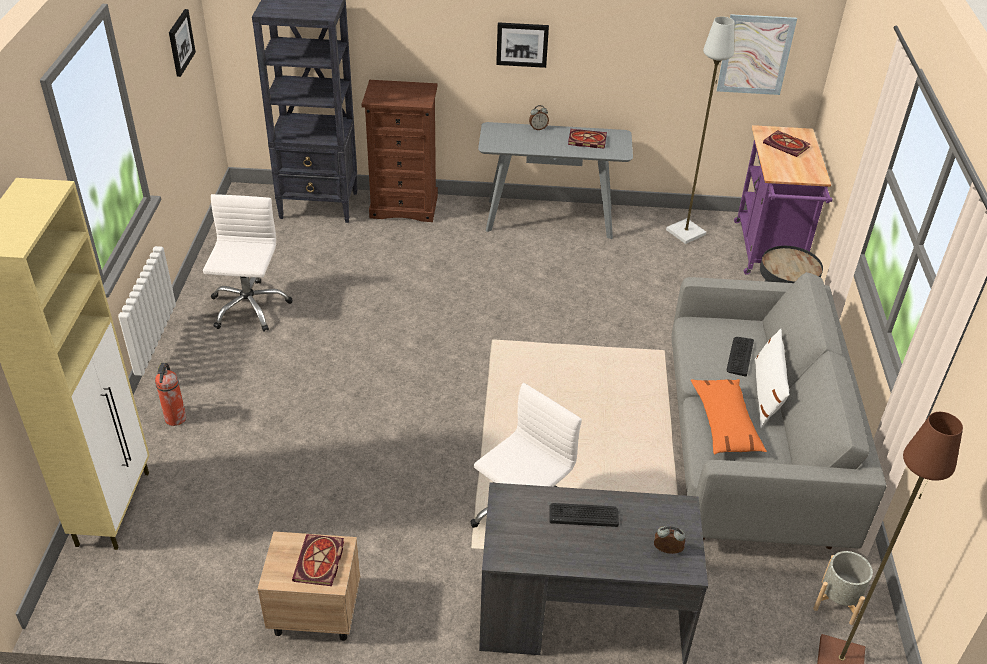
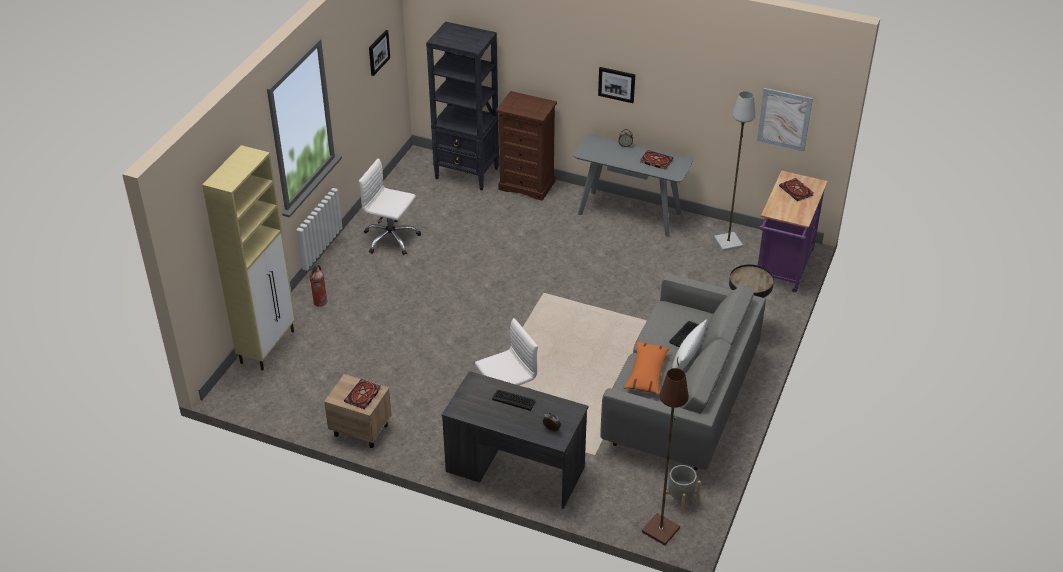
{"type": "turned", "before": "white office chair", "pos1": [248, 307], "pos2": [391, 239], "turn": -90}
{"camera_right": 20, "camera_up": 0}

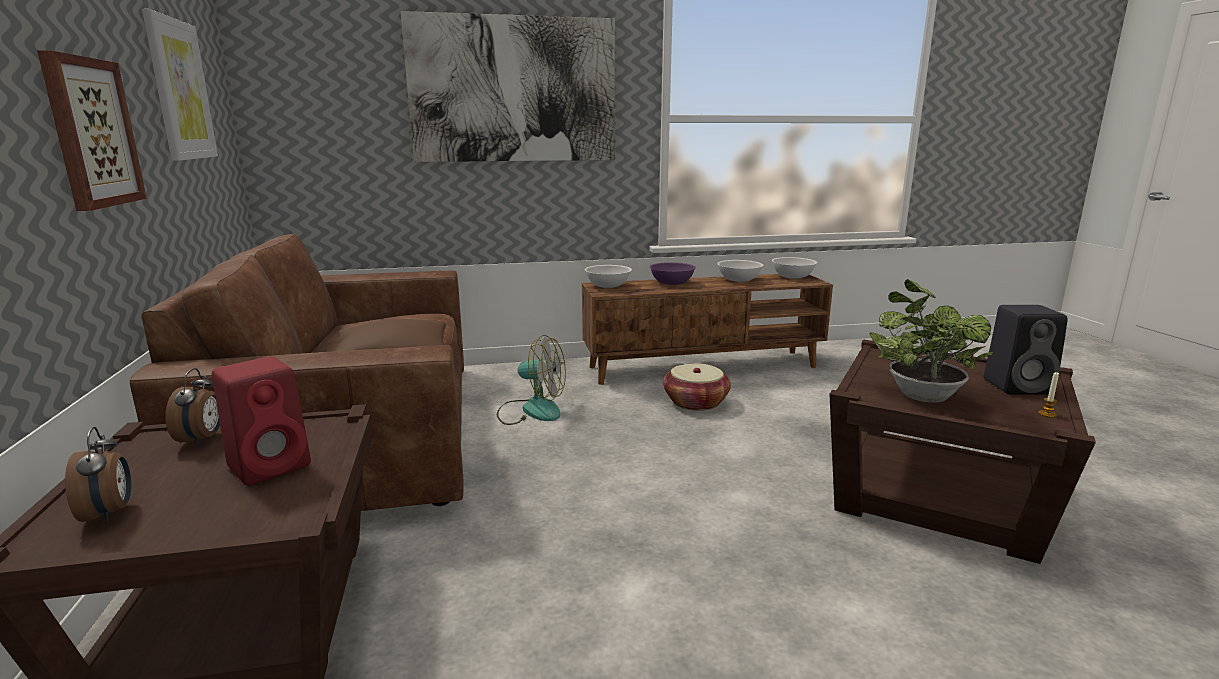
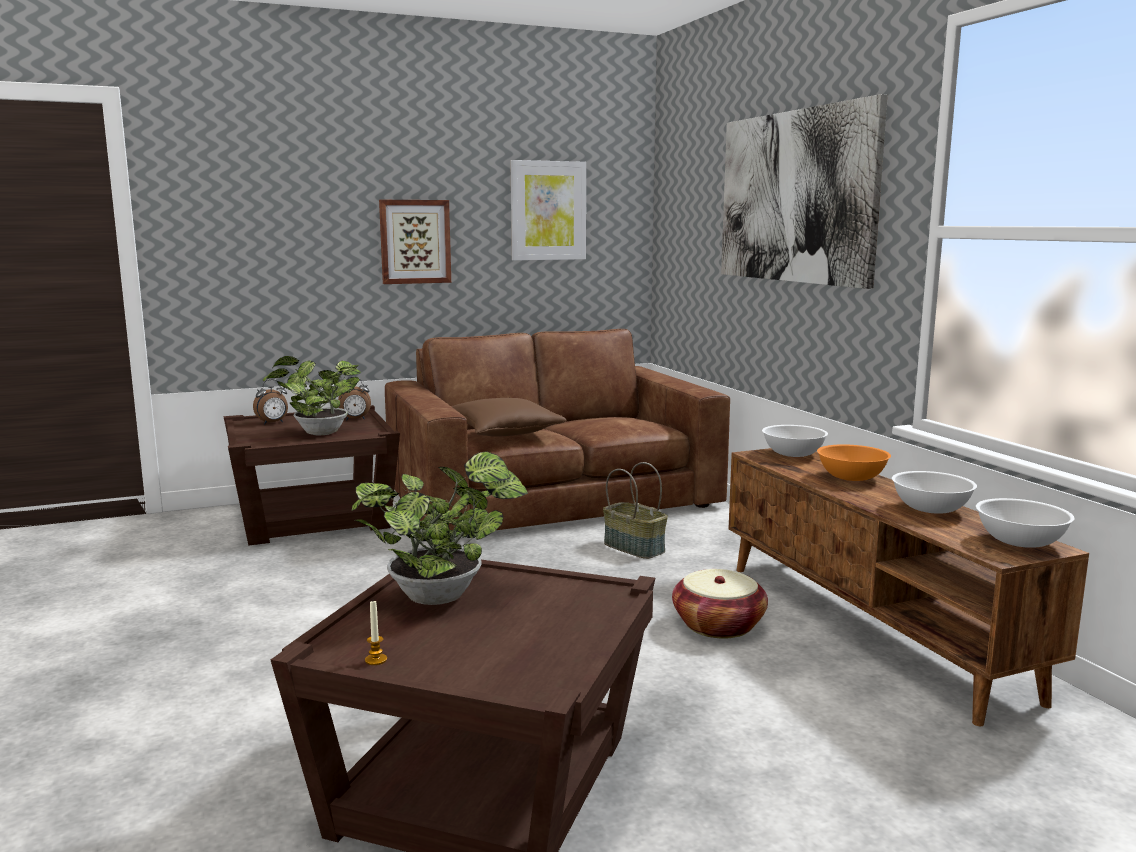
{"type": "replaced", "before": "red speaker", "after": "potted plant", "pos1": [272, 465], "pos2": [317, 433]}
{"type": "replaced", "before": "fan", "after": "basket", "pos1": [531, 410], "pos2": [635, 547]}
{"type": "recoloured", "before": "purple bowl", "after": "orange bowl", "pos1": [671, 283], "pos2": [852, 477]}
{"type": "removed", "before": "black speaker", "pos1": [1019, 386]}
{"camera_right": 80, "camera_up": -5}

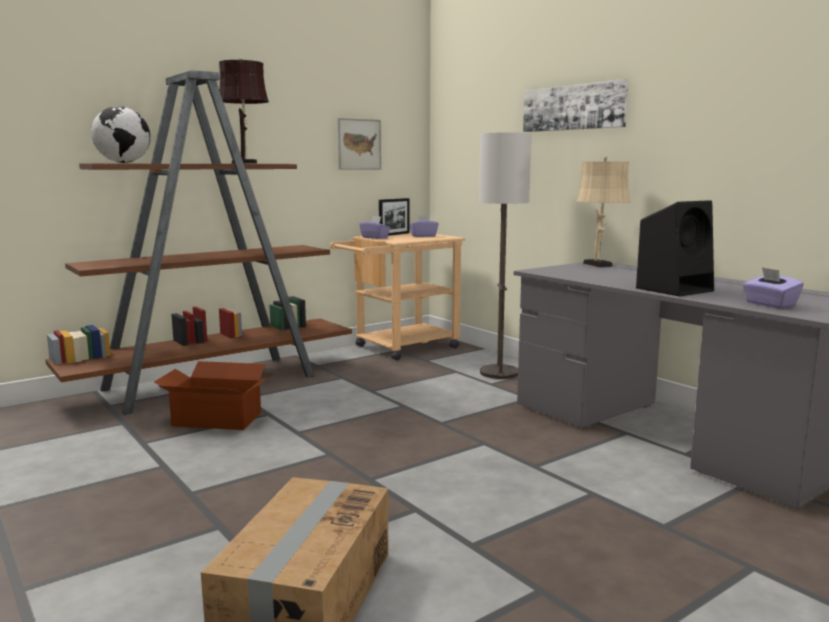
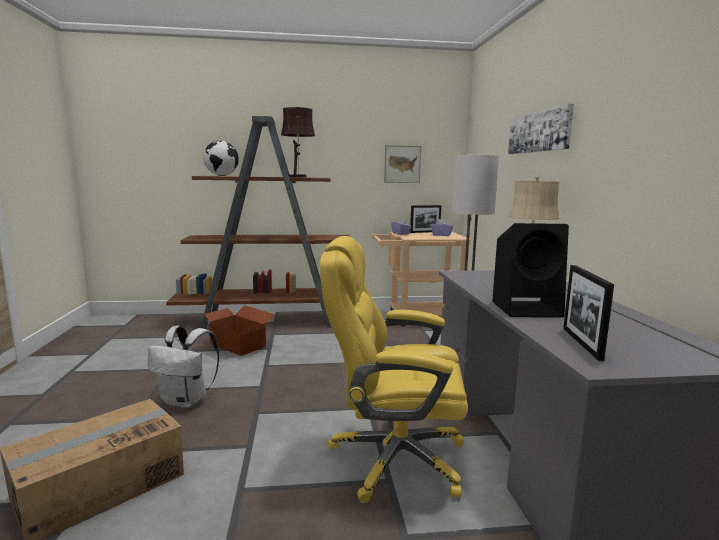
{"type": "replaced", "before": "purple tissue box", "after": "picture frame", "pos1": [769, 305], "pos2": [581, 343]}
{"type": "added", "after": "white backpack", "pos2": [186, 401]}
{"type": "added", "after": "yellow office chair", "pos2": [394, 458]}
{"camera_right": 30, "camera_up": 0}

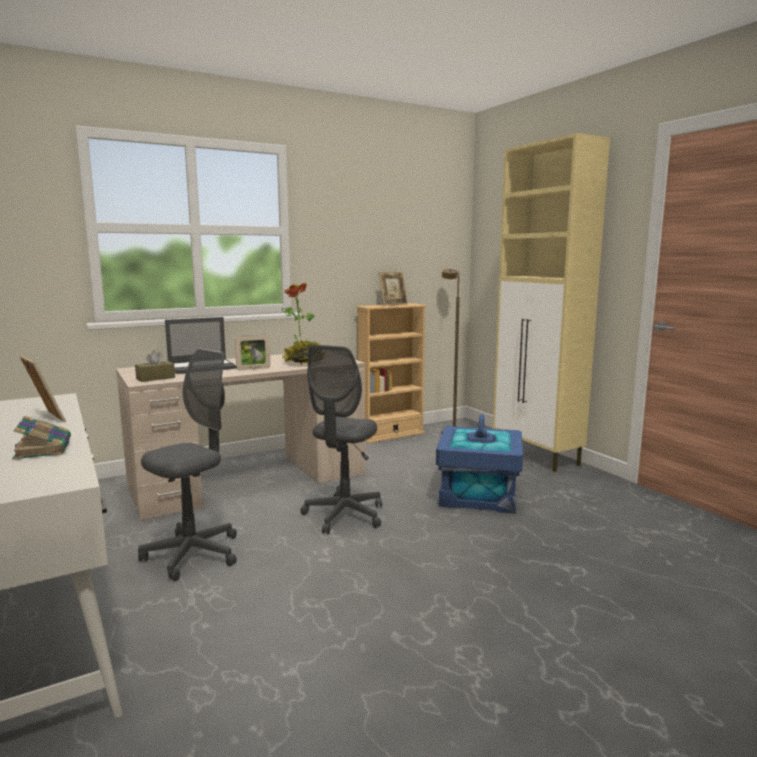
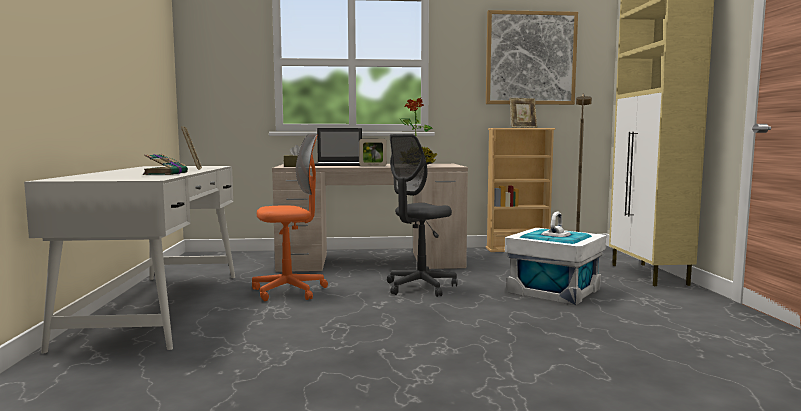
{"type": "recoloured", "before": "grey office chair", "after": "orange office chair", "pos1": [193, 555], "pos2": [289, 291]}
{"type": "recoloured", "before": "blue storage box", "after": "white storage box", "pos1": [479, 495], "pos2": [554, 291]}
{"type": "added", "after": "picture", "pos2": [530, 58]}
{"camera_right": 25, "camera_up": -5}

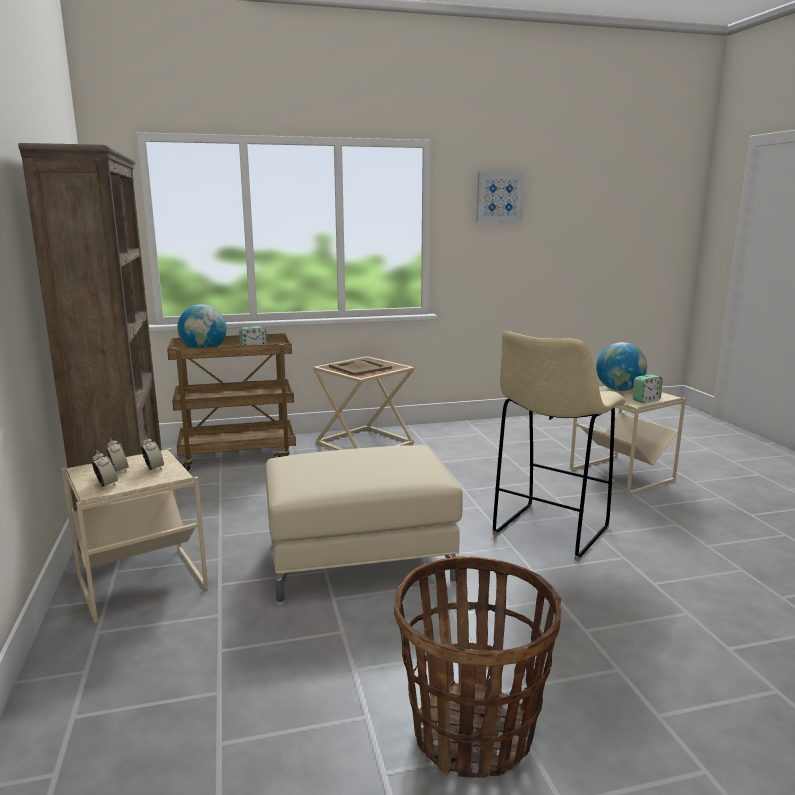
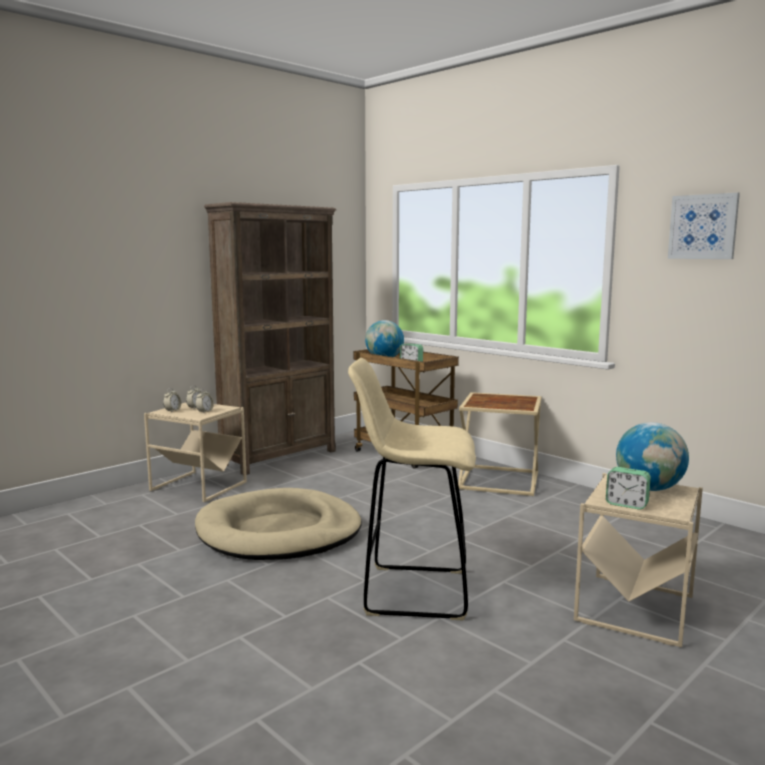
{"type": "replaced", "before": "beige ottoman", "after": "beige dog bed", "pos1": [360, 561], "pos2": [279, 532]}
{"type": "removed", "before": "beige tray", "pos1": [359, 367]}
{"type": "removed", "before": "basket", "pos1": [472, 733]}
{"camera_right": 60, "camera_up": -5}

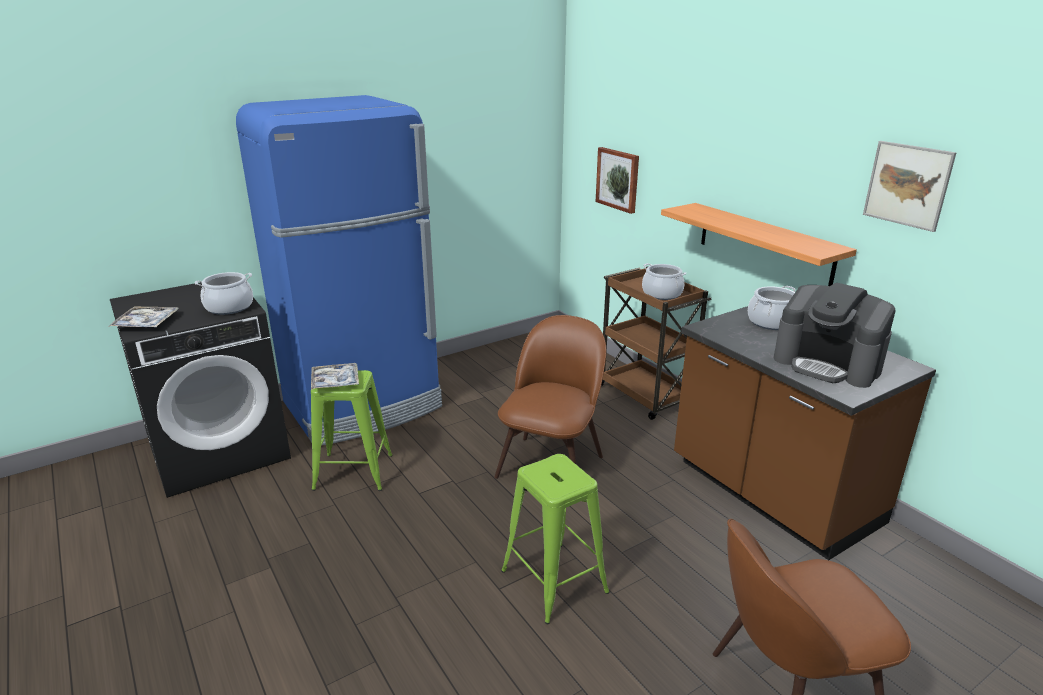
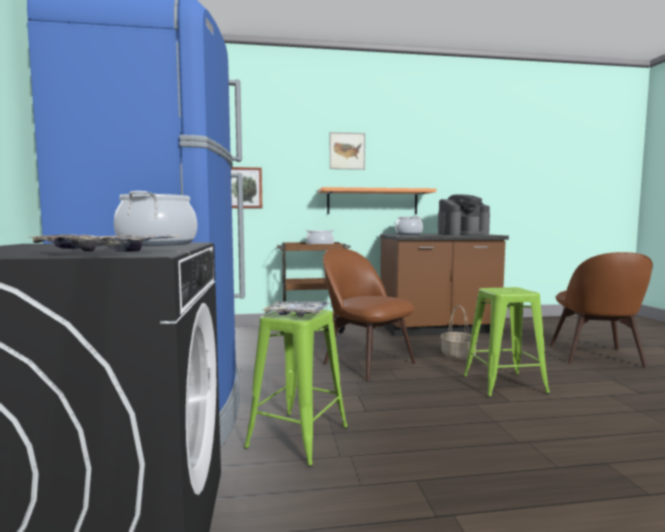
{"type": "moved", "before": "picture", "pos1": [907, 185], "pos2": [347, 151]}
{"type": "added", "after": "basket", "pos2": [457, 356]}
{"camera_right": -65, "camera_up": -20}

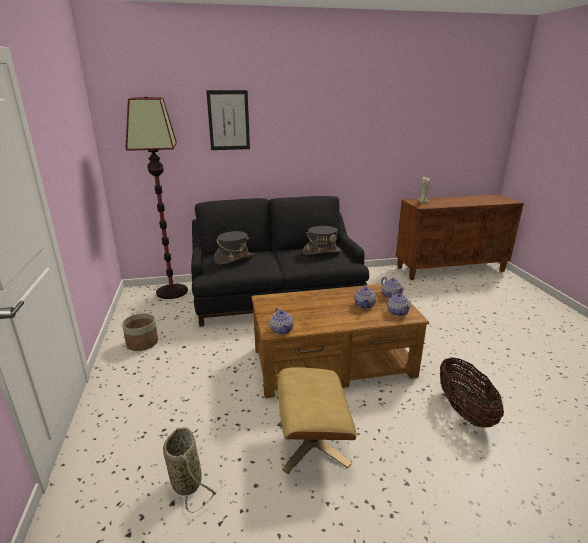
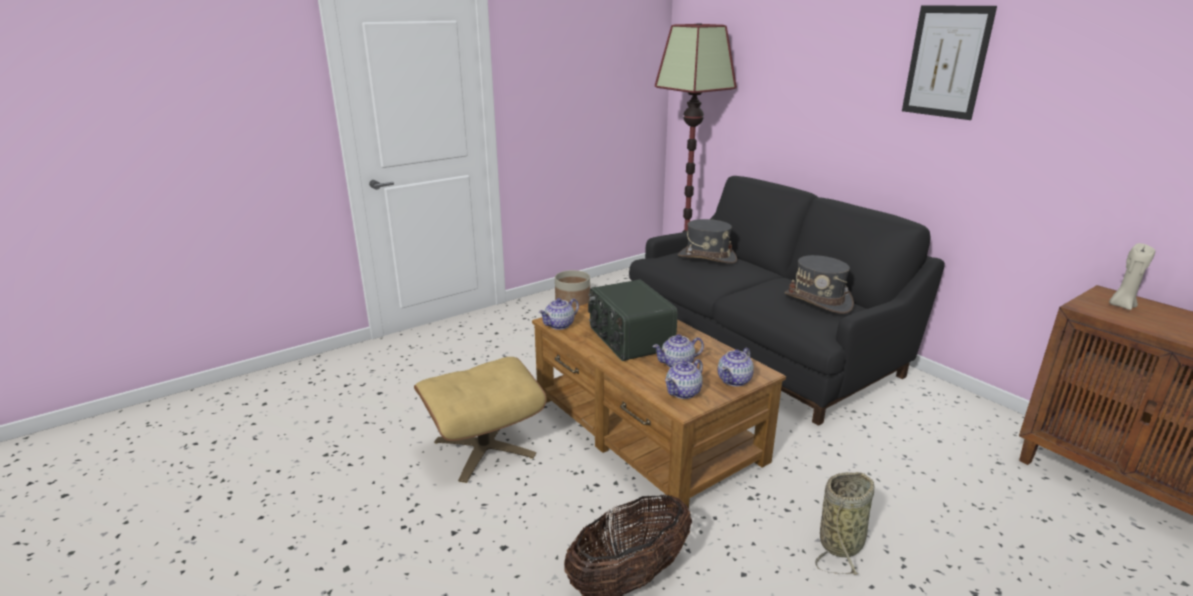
{"type": "moved", "before": "basket", "pos1": [186, 480], "pos2": [842, 542]}
{"type": "moved", "before": "picture", "pos1": [228, 120], "pos2": [946, 62]}
{"type": "added", "after": "radio", "pos2": [629, 339]}
{"camera_right": 65, "camera_up": 0}

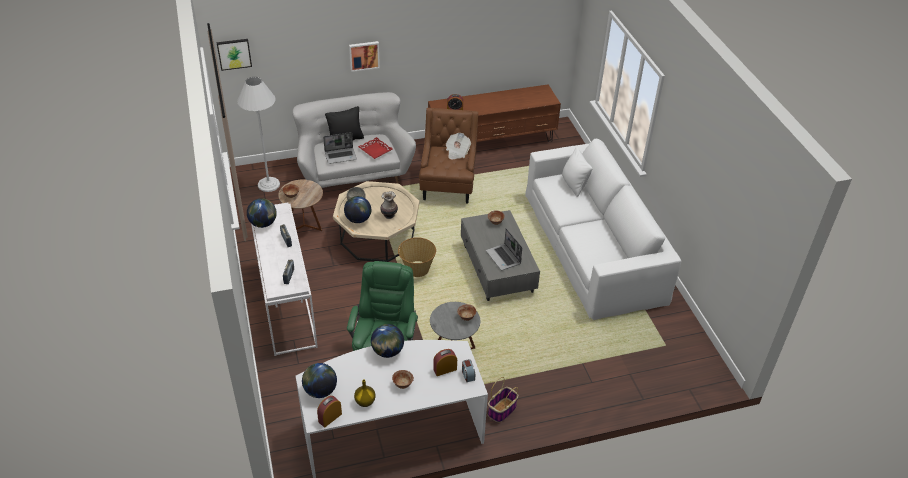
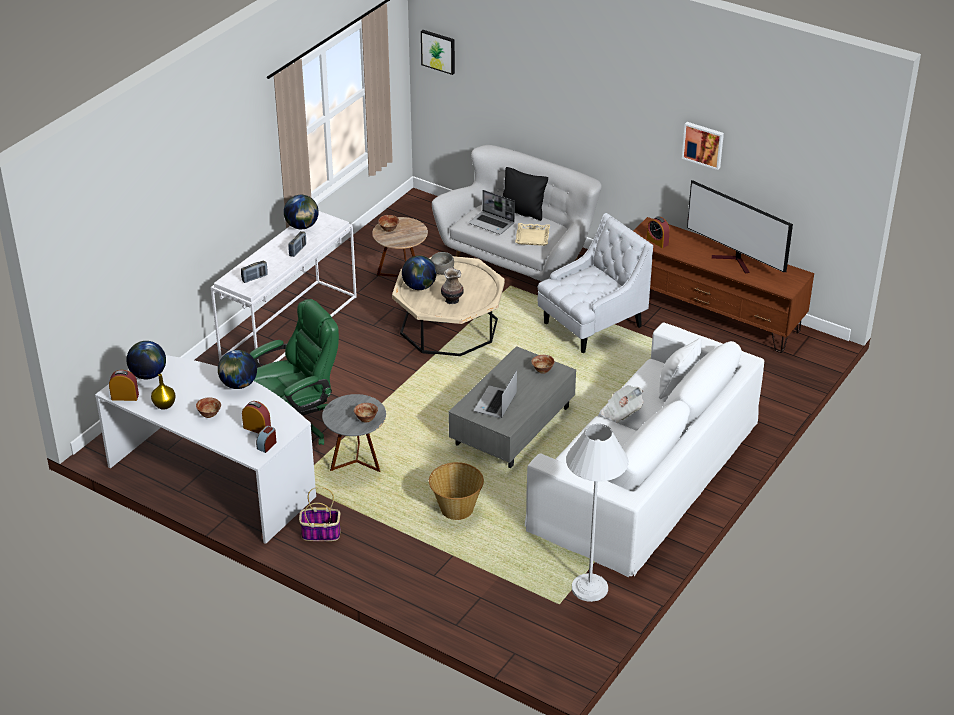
{"type": "moved", "before": "white floor lamp", "pos1": [269, 184], "pos2": [589, 588]}
{"type": "moved", "before": "picture", "pos1": [364, 55], "pos2": [703, 144]}
{"type": "recoloured", "before": "red tray", "after": "beige tray", "pos1": [375, 150], "pos2": [533, 237]}
{"type": "moved", "before": "basket", "pos1": [417, 269], "pos2": [456, 509]}
{"type": "recoloured", "before": "brown armchair", "after": "white armchair", "pos1": [448, 185], "pos2": [591, 325]}
{"type": "moved", "before": "newspaper", "pos1": [457, 152], "pos2": [621, 412]}
{"type": "added", "after": "television", "pos2": [735, 262]}
{"camera_right": 50, "camera_up": -5}

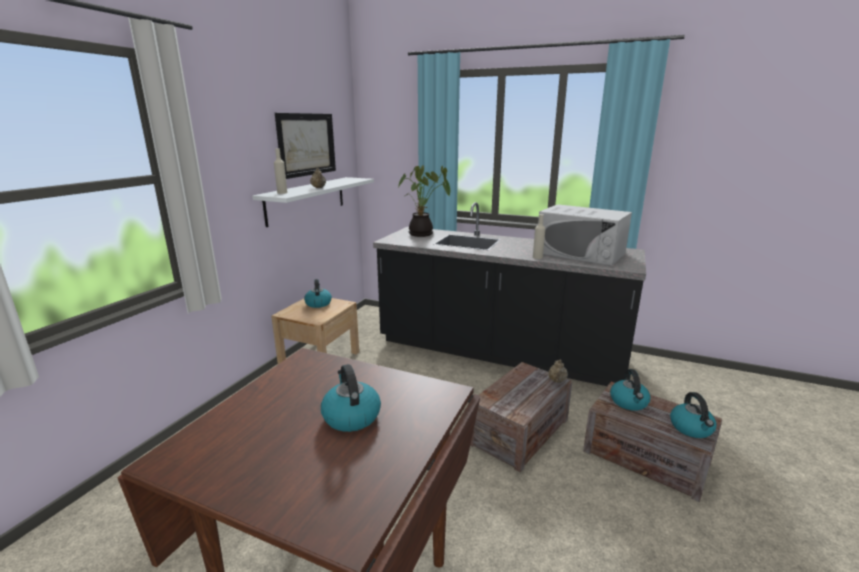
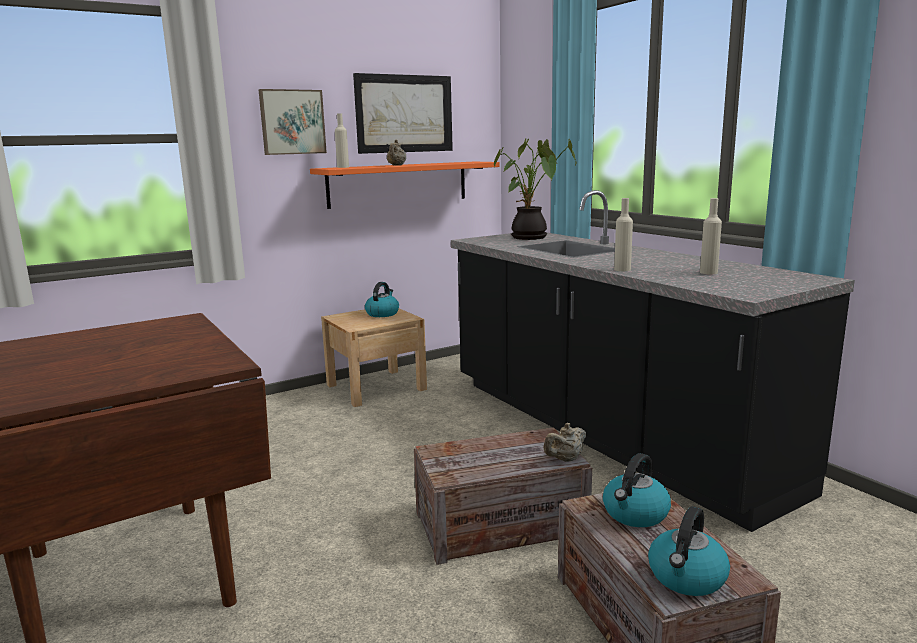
{"type": "recoloured", "before": "white shelf", "after": "orange shelf", "pos1": [306, 200], "pos2": [398, 184]}
{"type": "removed", "before": "kettle", "pos1": [351, 416]}
{"type": "replaced", "before": "white microwave", "after": "beige bottle", "pos1": [580, 253], "pos2": [708, 272]}
{"type": "added", "after": "picture", "pos2": [292, 122]}
{"camera_right": 35, "camera_up": -5}

